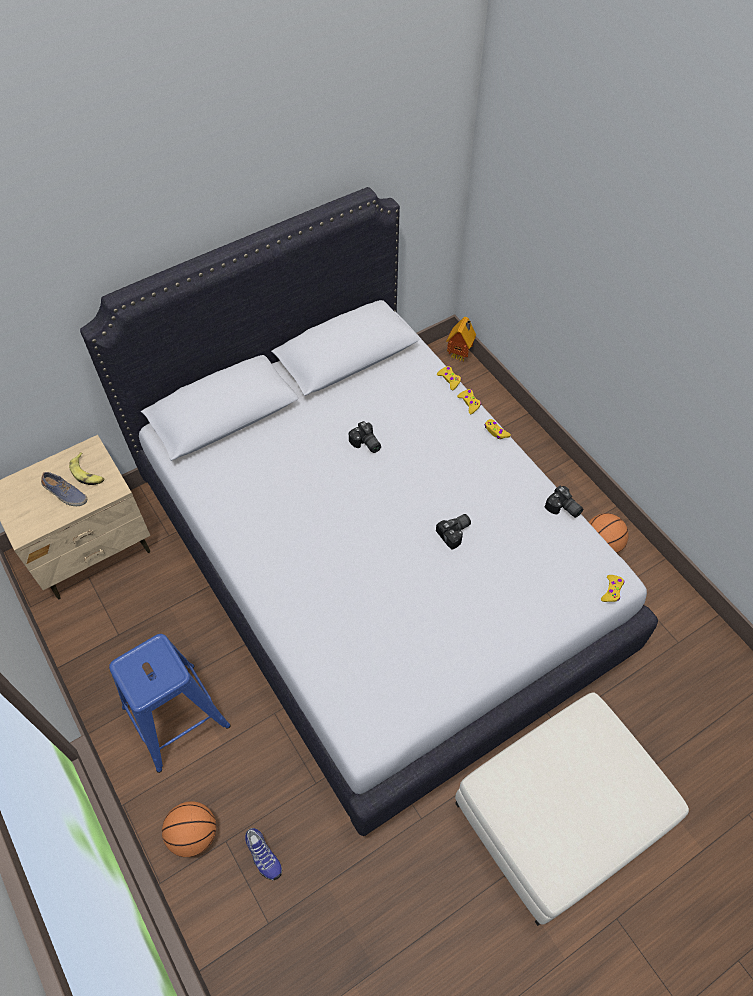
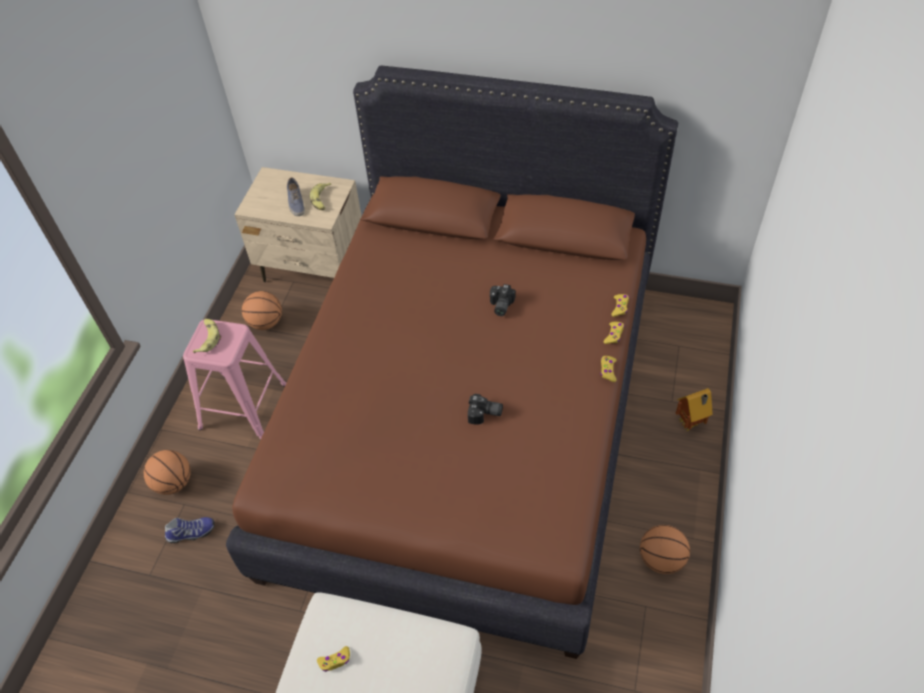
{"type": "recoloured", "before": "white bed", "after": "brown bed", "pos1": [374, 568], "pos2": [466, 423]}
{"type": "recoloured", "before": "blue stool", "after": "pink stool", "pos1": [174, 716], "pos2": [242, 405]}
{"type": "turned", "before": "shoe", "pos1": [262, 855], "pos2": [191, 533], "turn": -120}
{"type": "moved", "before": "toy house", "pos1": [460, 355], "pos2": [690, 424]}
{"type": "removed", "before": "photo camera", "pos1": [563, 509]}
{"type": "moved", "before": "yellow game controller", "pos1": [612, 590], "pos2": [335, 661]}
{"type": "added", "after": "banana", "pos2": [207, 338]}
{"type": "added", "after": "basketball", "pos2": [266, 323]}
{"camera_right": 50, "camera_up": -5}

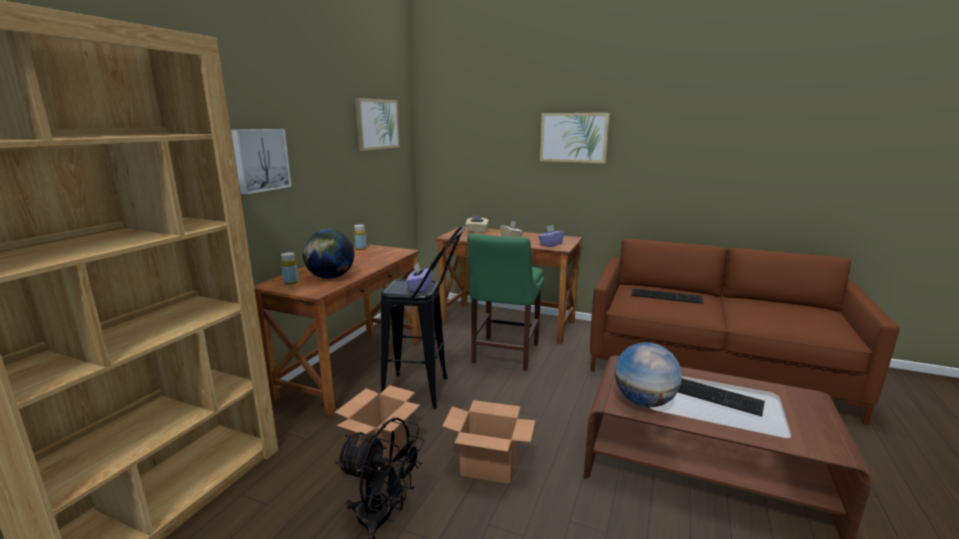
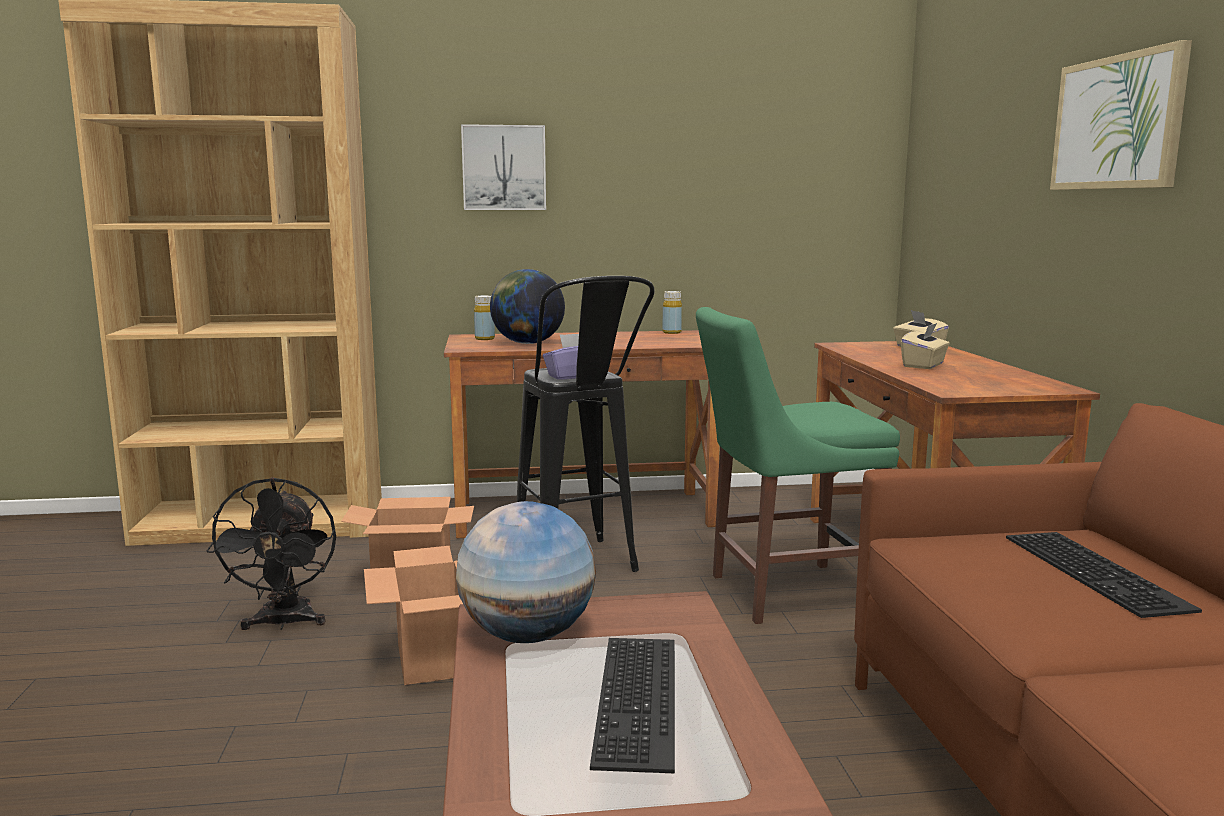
{"type": "removed", "before": "picture", "pos1": [377, 124]}
{"type": "removed", "before": "purple tissue box", "pos1": [550, 244]}
{"camera_right": 60, "camera_up": -5}

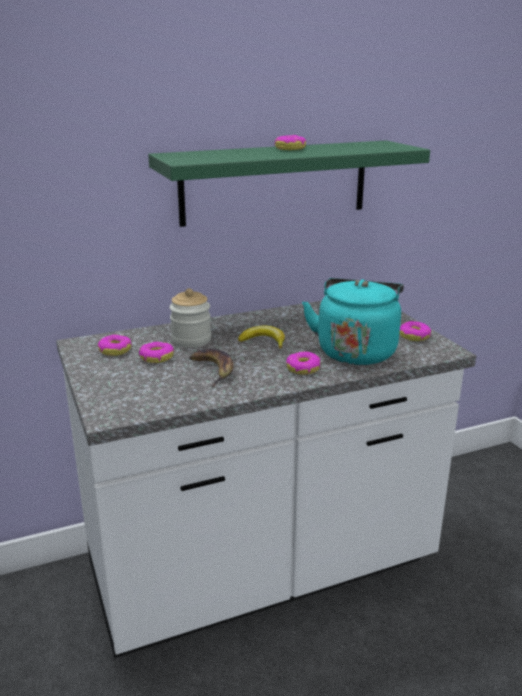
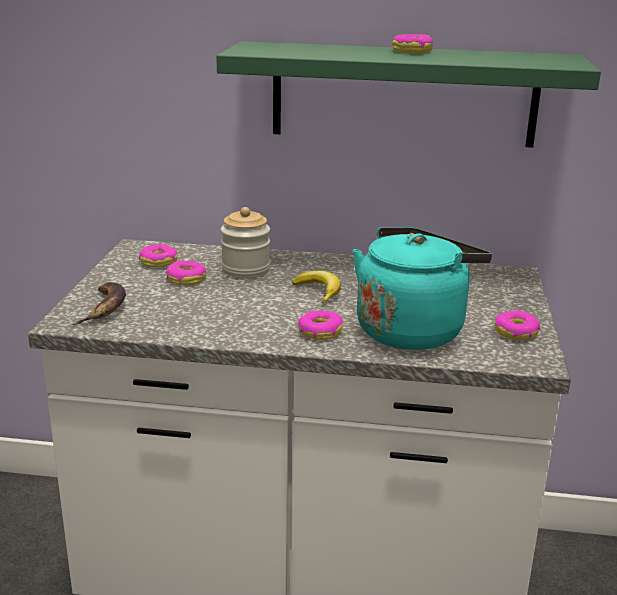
{"type": "moved", "before": "banana", "pos1": [213, 370], "pos2": [104, 308]}
{"camera_right": 30, "camera_up": 0}

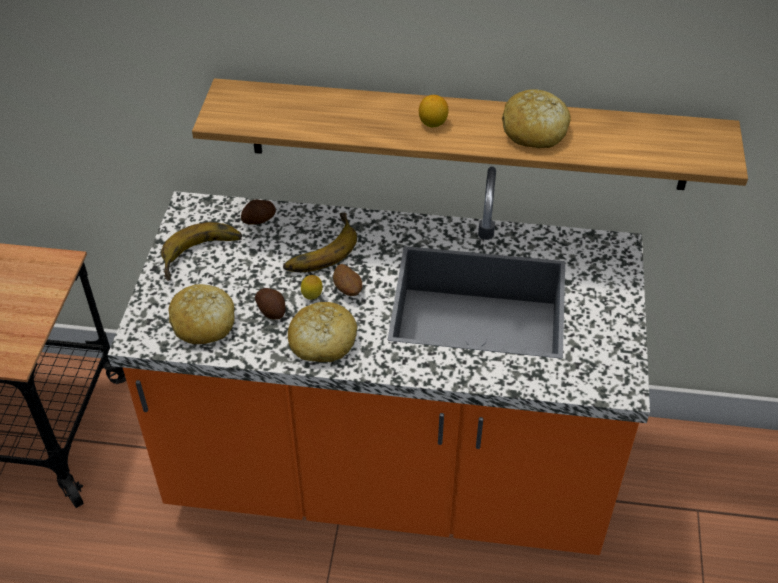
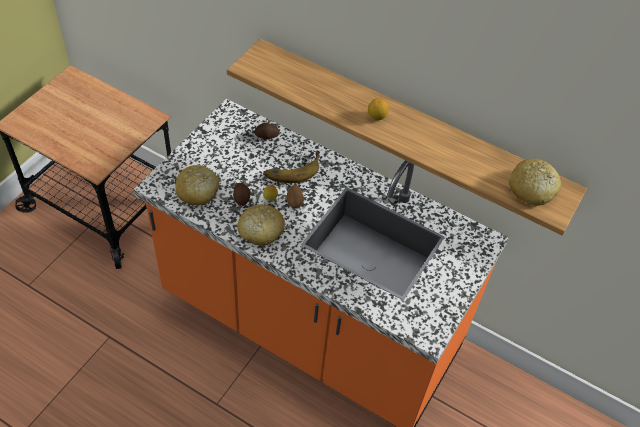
{"type": "removed", "before": "banana", "pos1": [203, 257]}
{"type": "moved", "before": "bread", "pos1": [534, 131], "pos2": [532, 189]}
{"camera_right": 20, "camera_up": 5}

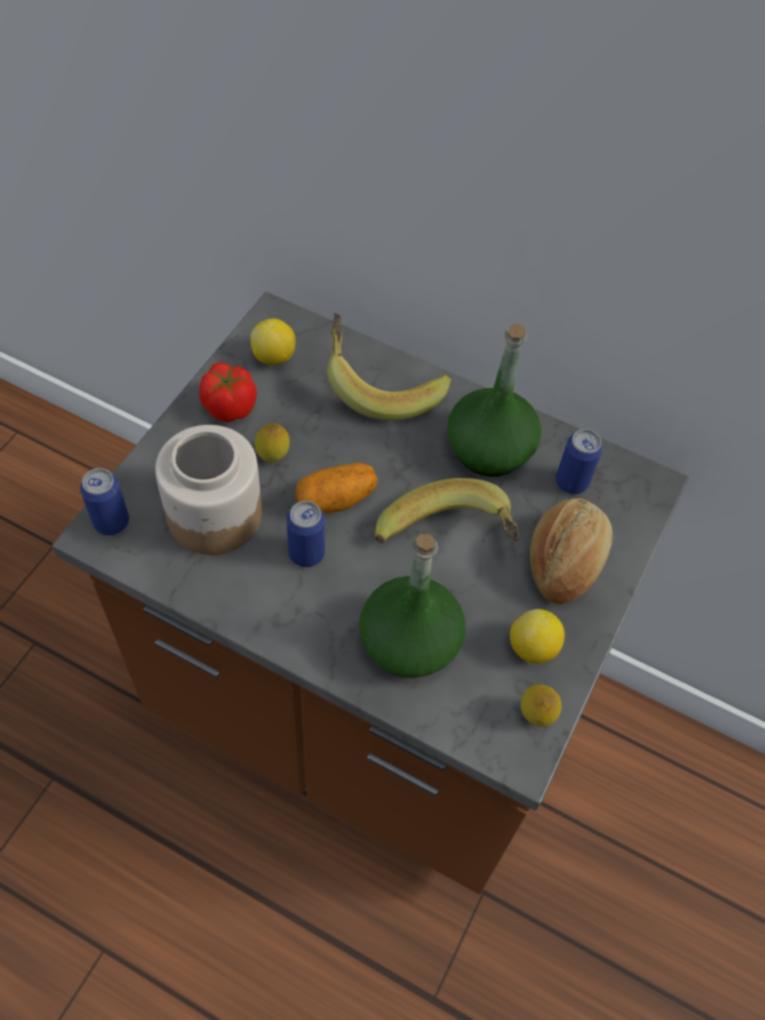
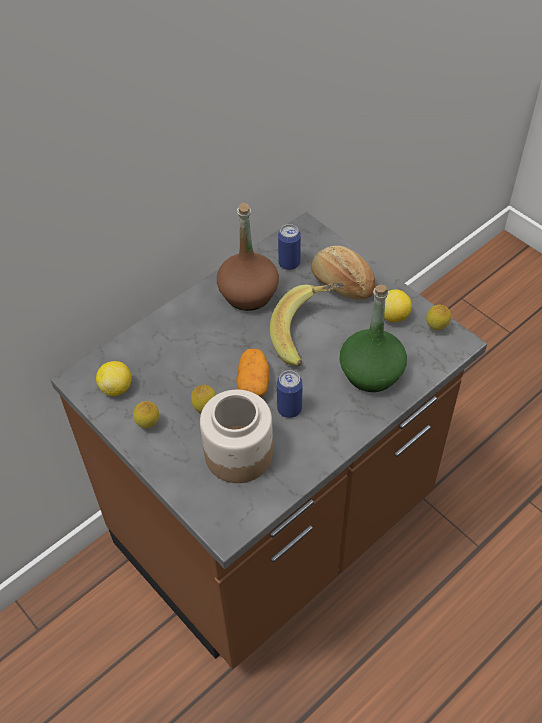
{"type": "removed", "before": "can", "pos1": [111, 522]}
{"type": "replaced", "before": "tomato", "after": "lemon", "pos1": [229, 406], "pos2": [148, 425]}
{"type": "removed", "before": "banana", "pos1": [381, 384]}
{"type": "recoloured", "before": "green bottle", "after": "brown bottle", "pos1": [489, 449], "pos2": [248, 294]}
{"camera_right": -65, "camera_up": -5}

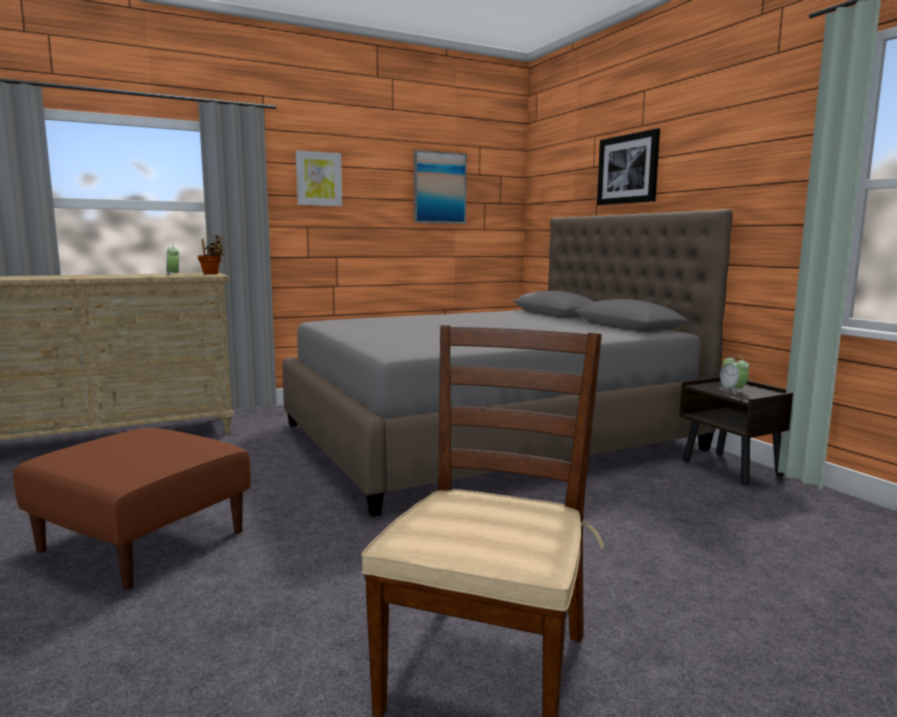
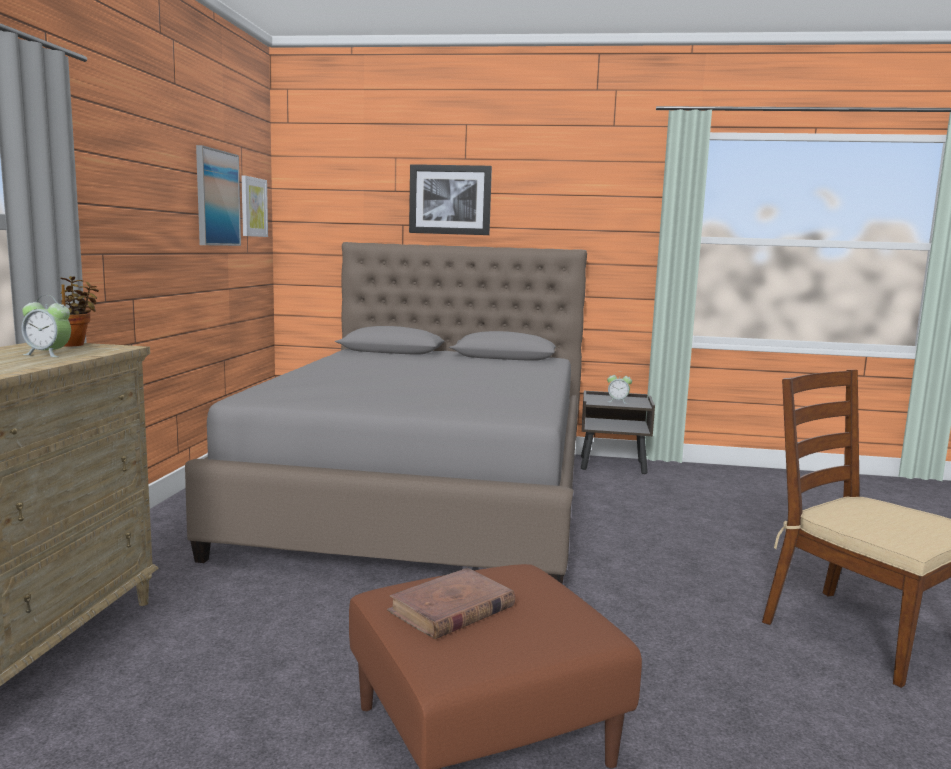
{"type": "moved", "before": "picture", "pos1": [318, 179], "pos2": [253, 207]}
{"type": "added", "after": "brown book", "pos2": [451, 609]}
{"camera_right": -55, "camera_up": 0}

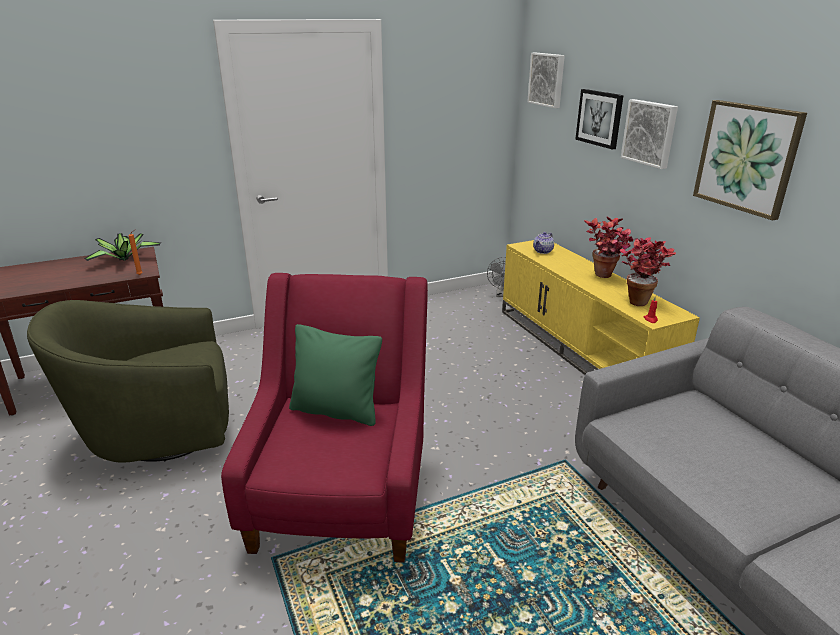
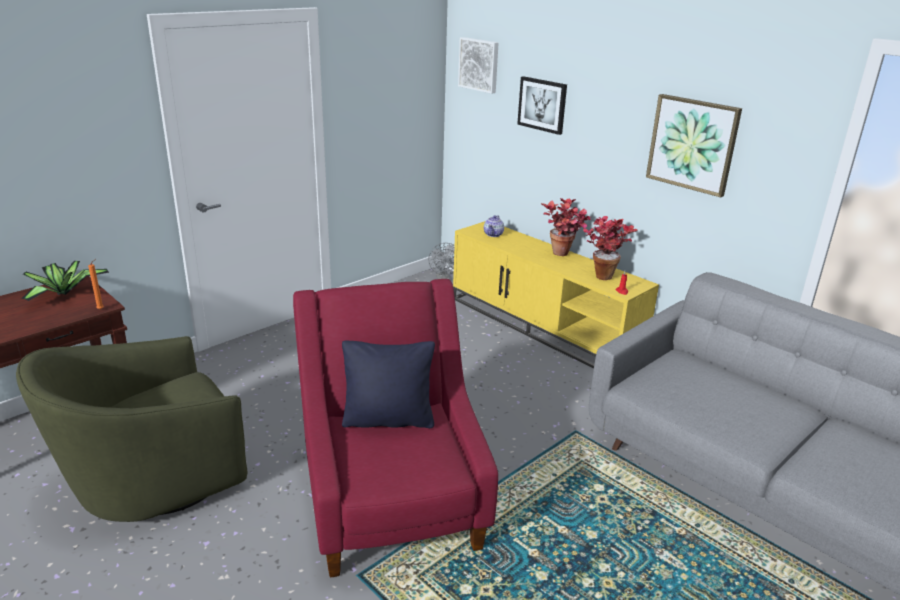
{"type": "recoloured", "before": "green pillow", "after": "black pillow", "pos1": [336, 410], "pos2": [388, 420]}
{"type": "removed", "before": "picture", "pos1": [650, 133]}
{"camera_right": -20, "camera_up": 0}

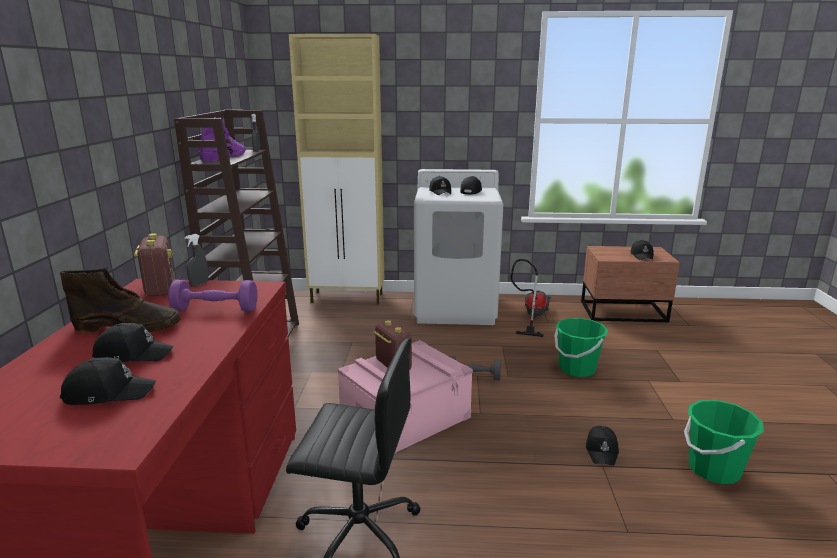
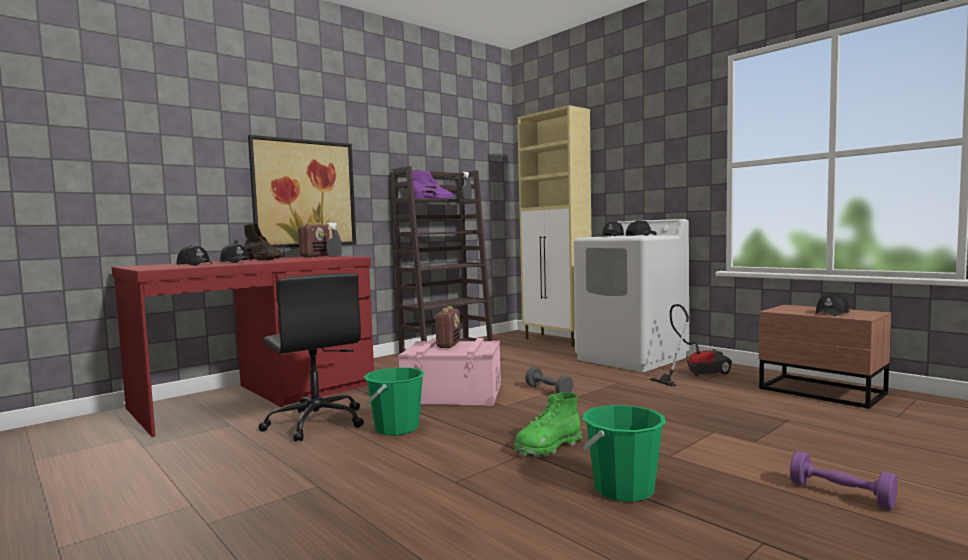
{"type": "moved", "before": "purple dumbbell", "pos1": [215, 309], "pos2": [841, 495]}
{"type": "moved", "before": "green bucket", "pos1": [577, 369], "pos2": [396, 428]}
{"type": "replaced", "before": "black cap", "after": "green boot", "pos1": [602, 450], "pos2": [547, 447]}
{"type": "added", "after": "picture", "pos2": [304, 193]}
{"camera_right": 45, "camera_up": -15}

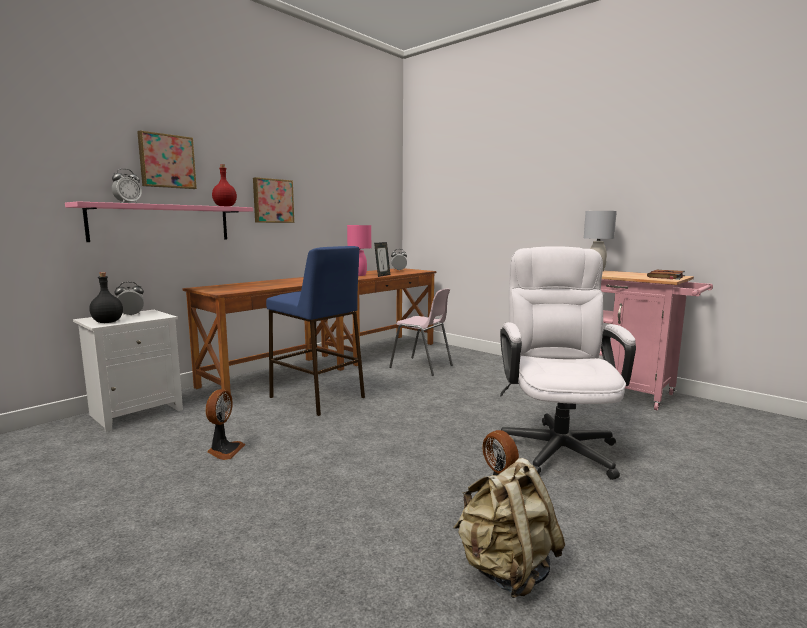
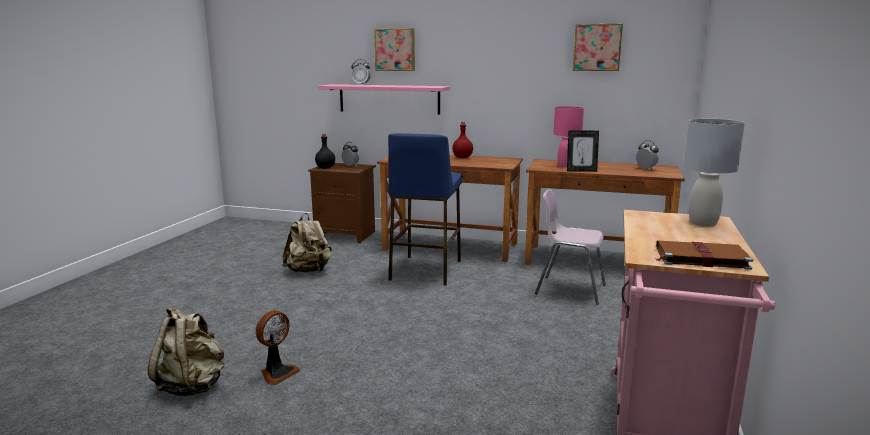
{"type": "recoloured", "before": "white nightstand", "after": "brown nightstand", "pos1": [136, 412], "pos2": [347, 235]}
{"type": "replaced", "before": "fan", "after": "beige backpack", "pos1": [224, 450], "pos2": [309, 271]}
{"type": "moved", "before": "red bottle", "pos1": [225, 206], "pos2": [462, 157]}
{"type": "moved", "before": "picture", "pos1": [272, 201], "pos2": [597, 47]}
{"type": "turned", "before": "pink chair", "pos1": [422, 366], "pos2": [569, 289], "turn": 105}
{"type": "removed", "before": "white office chair", "pos1": [556, 444]}
{"camera_right": 65, "camera_up": 5}

